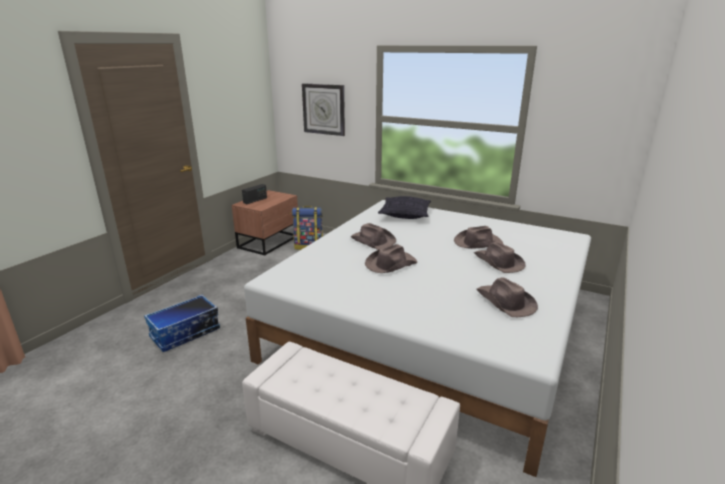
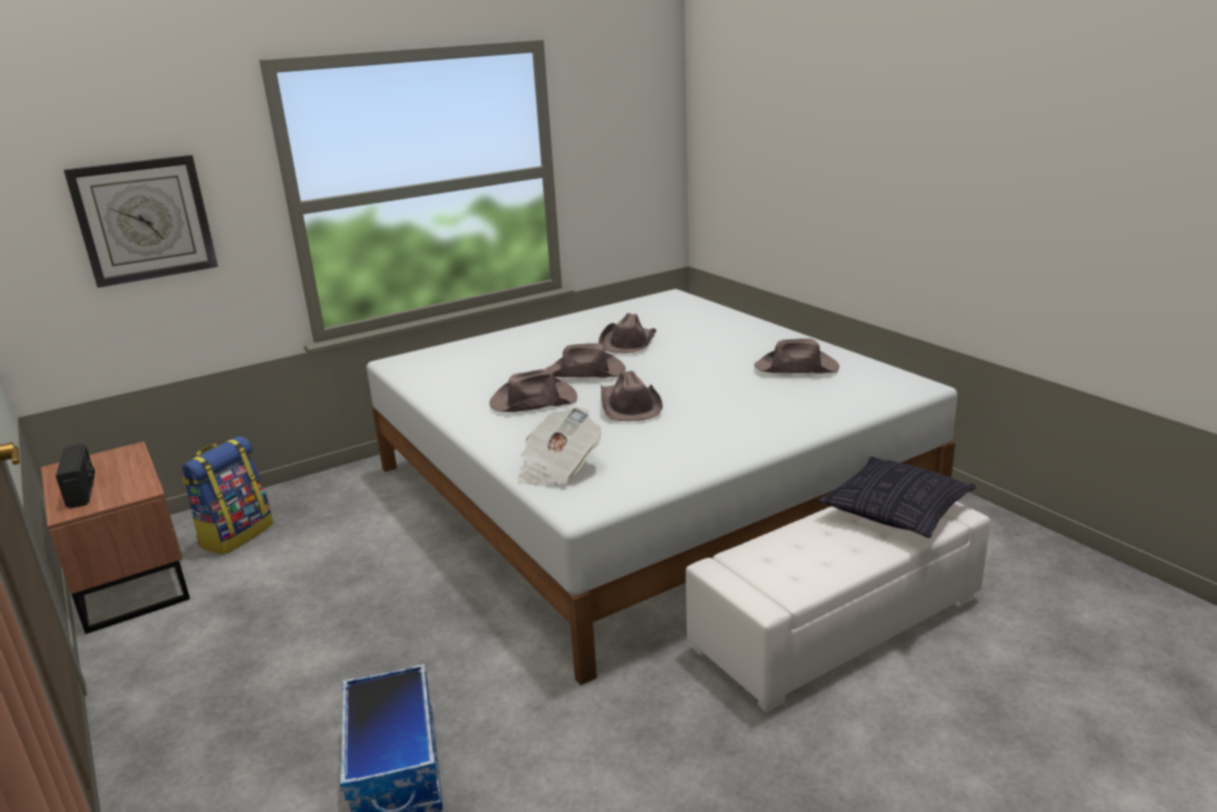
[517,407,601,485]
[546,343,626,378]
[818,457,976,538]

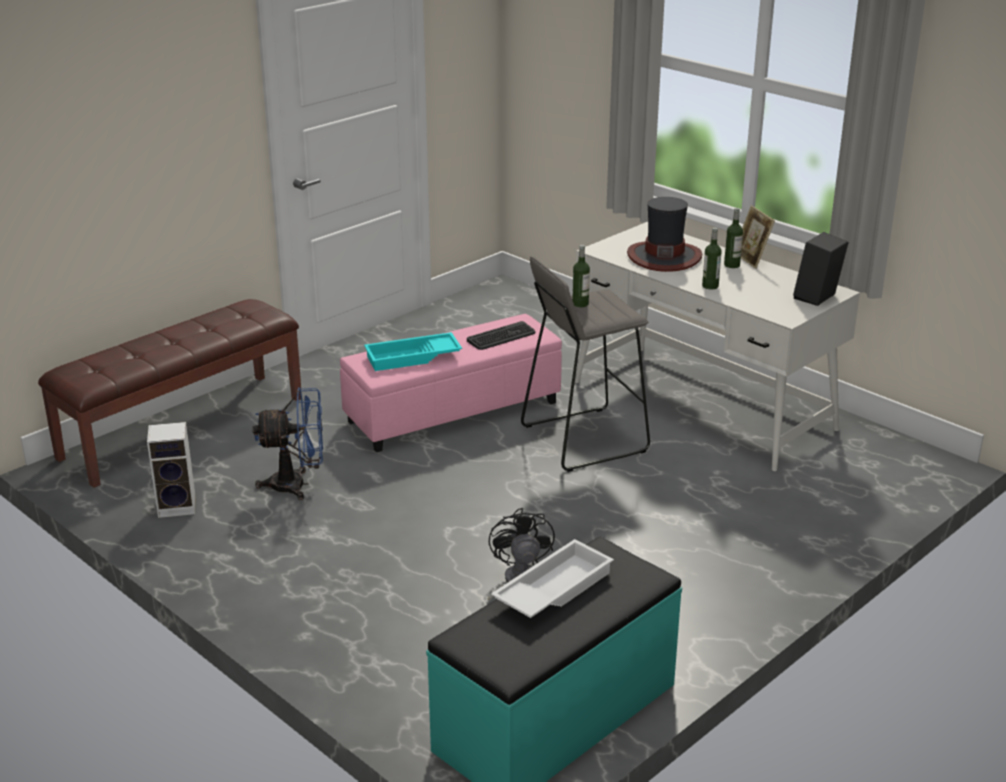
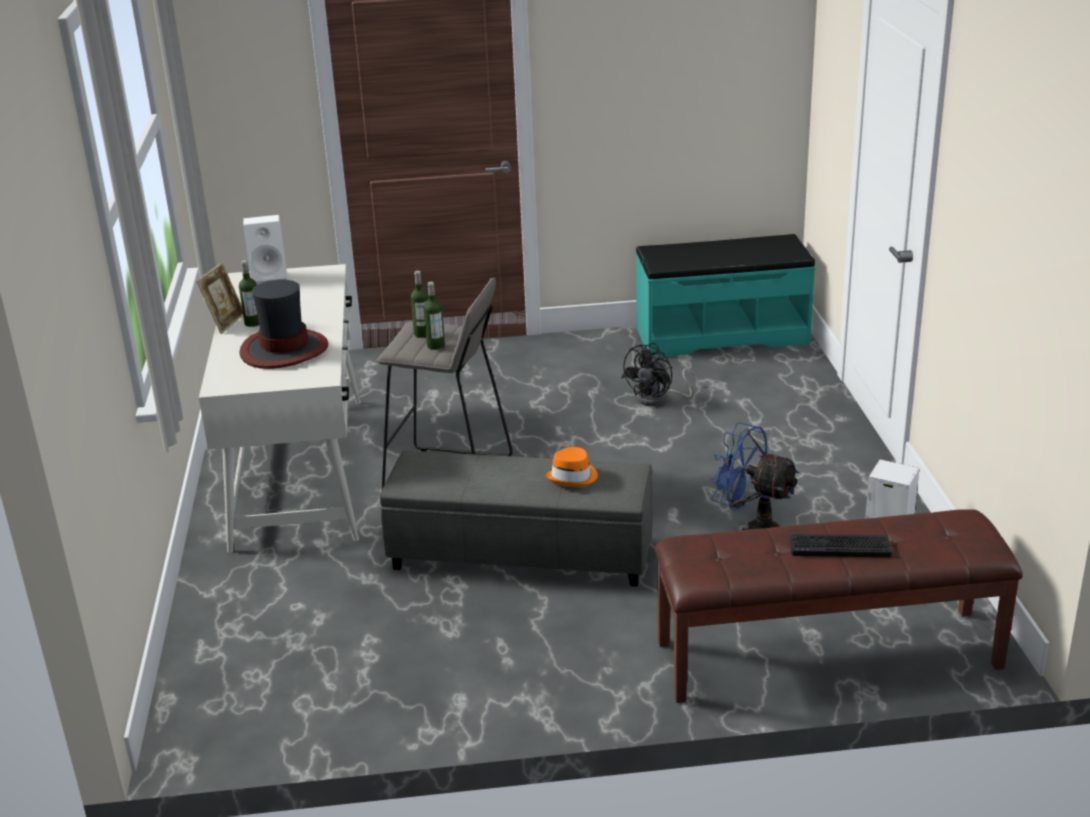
[243,215,287,285]
[380,451,653,586]
[411,271,429,338]
[545,447,598,487]
[789,534,892,557]
[491,539,614,618] (first image)

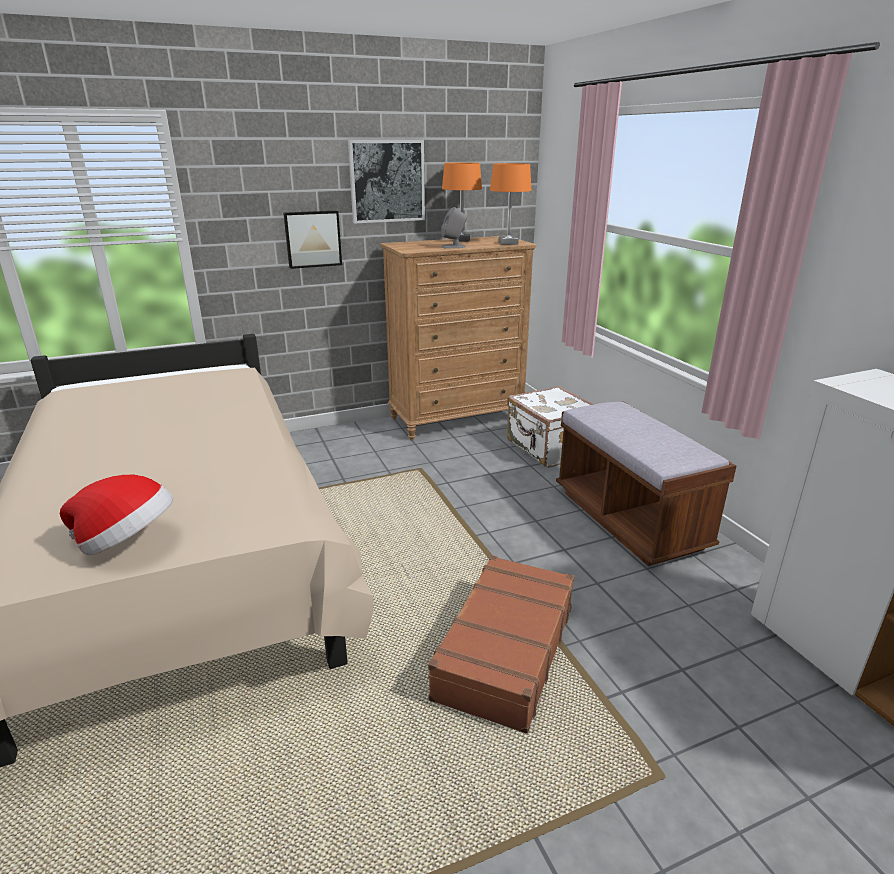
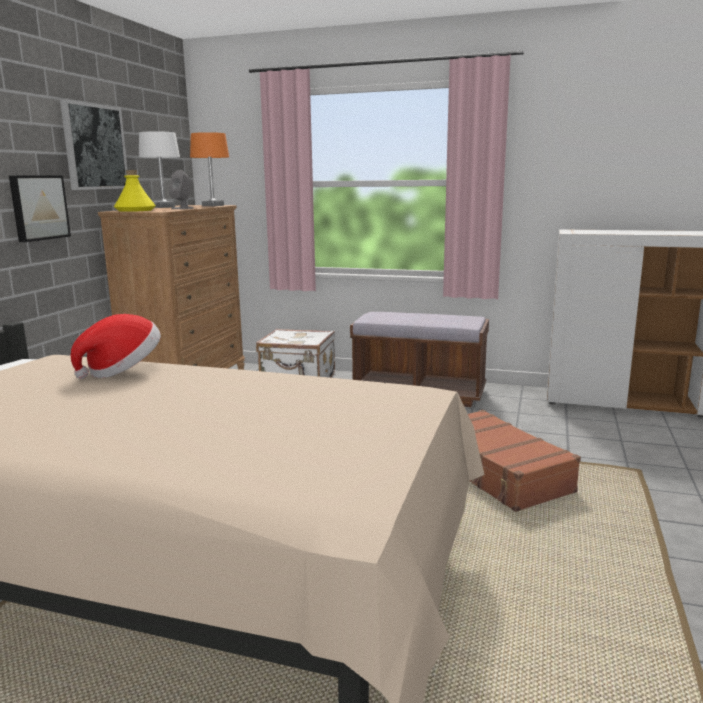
[71,314,161,379]
[114,170,156,212]
[139,131,180,208]

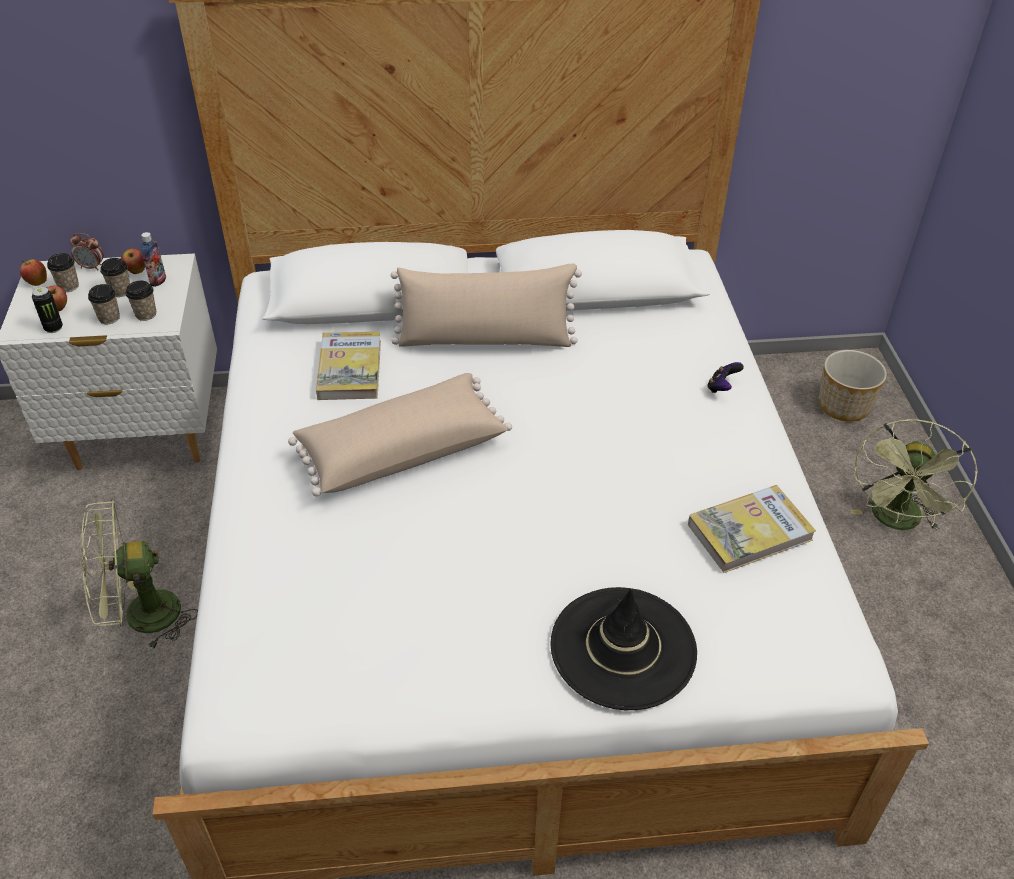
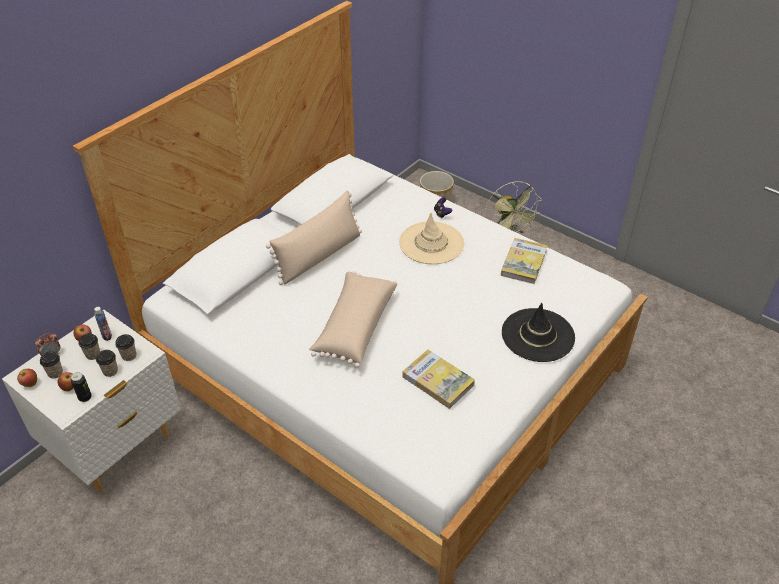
[399,213,464,264]
[402,350,475,409]
[81,499,198,650] (first image)

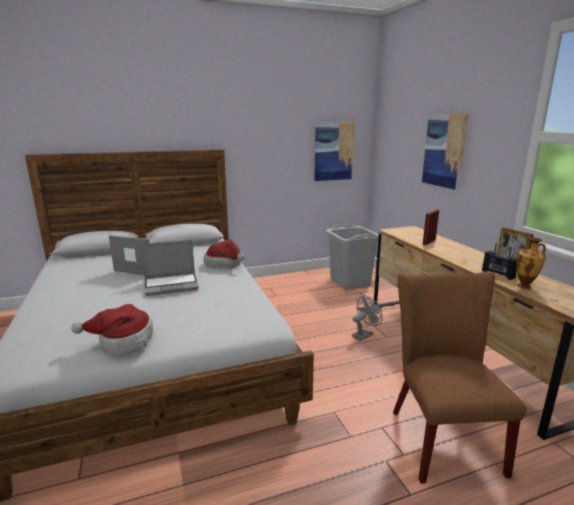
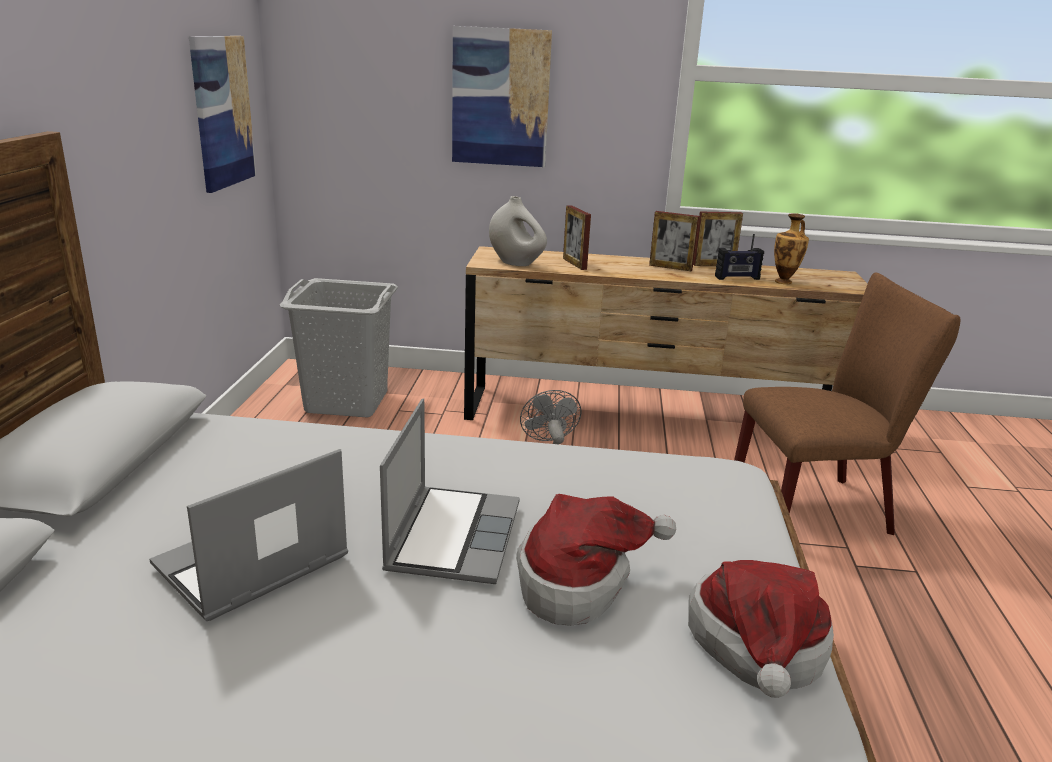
[489,196,547,266]
[516,494,676,626]
[649,211,699,271]
[734,272,960,535]

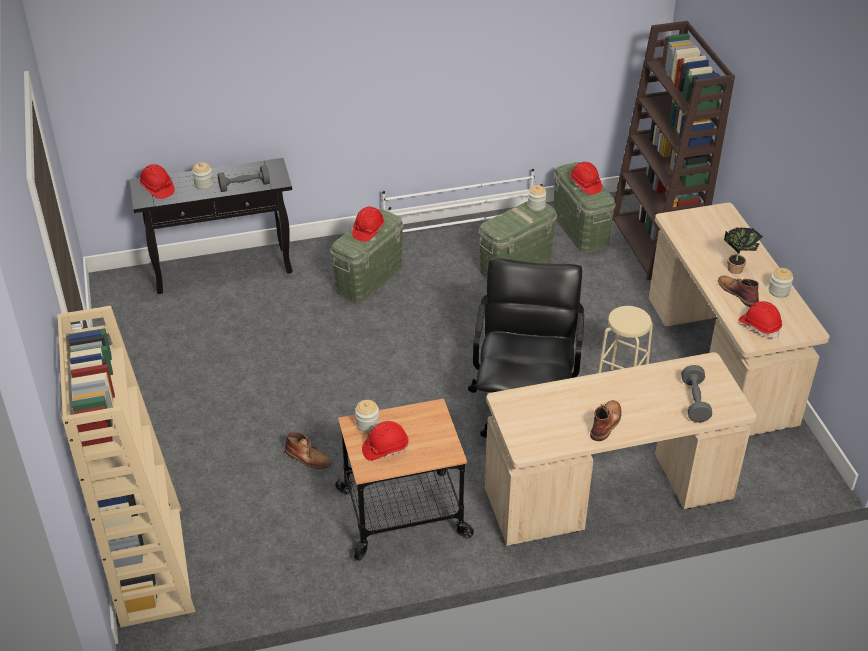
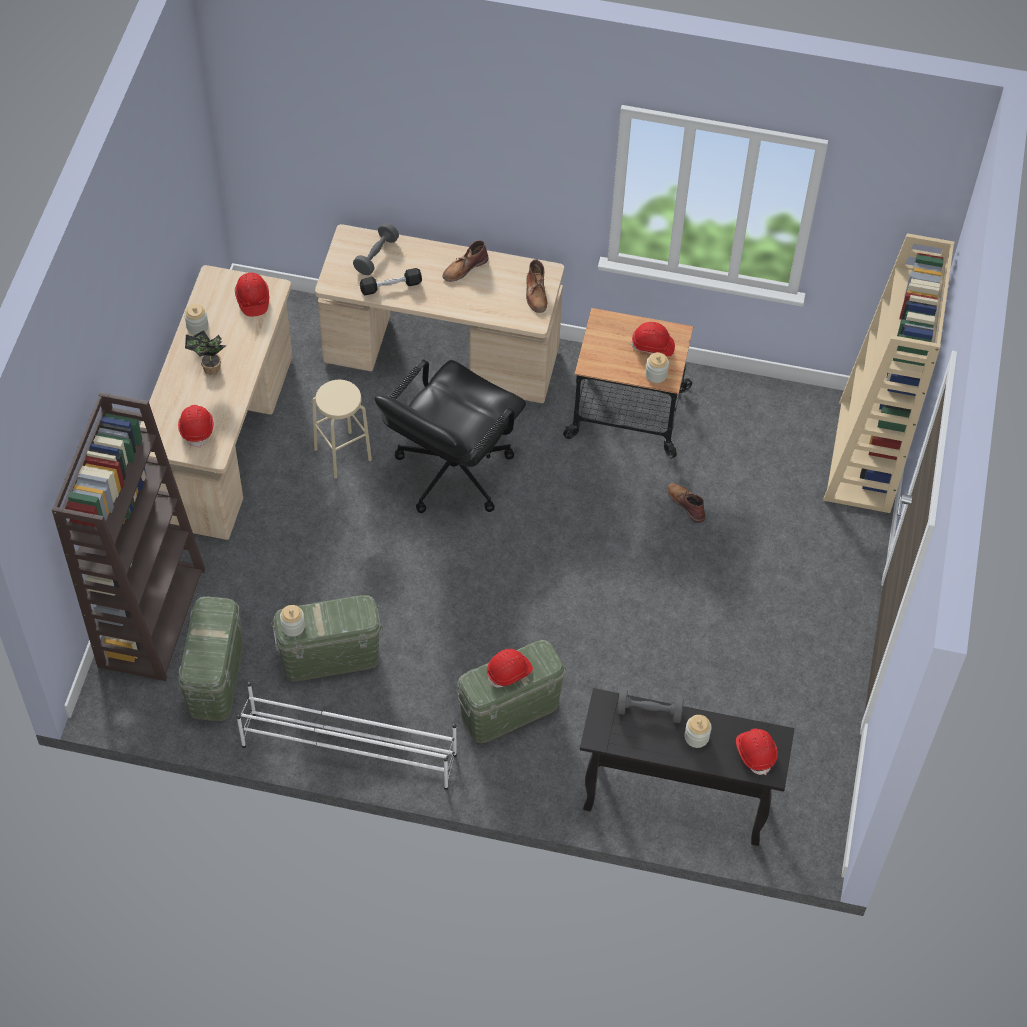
[178,405,213,448]
[360,268,422,295]
[526,259,547,313]

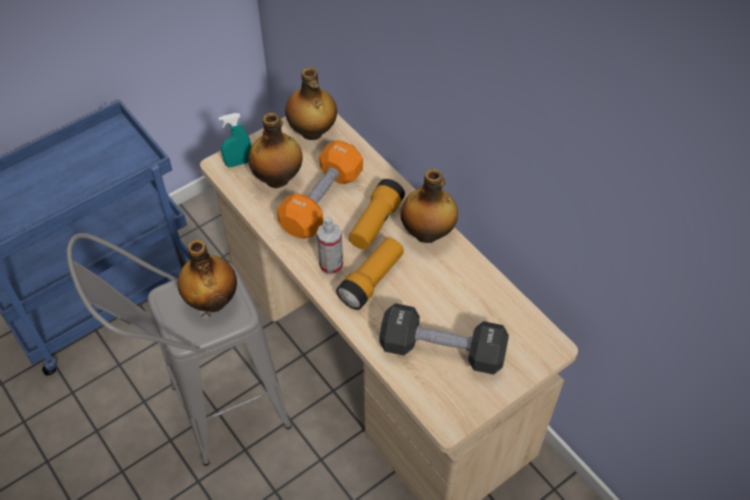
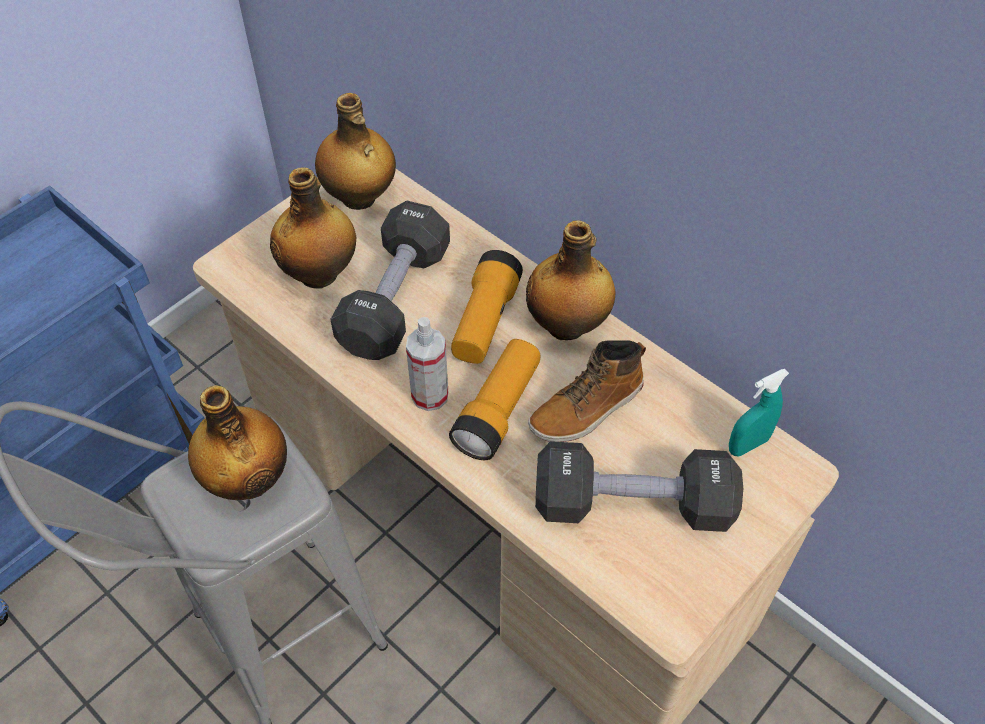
[330,201,450,360]
[528,340,646,442]
[729,369,789,456]

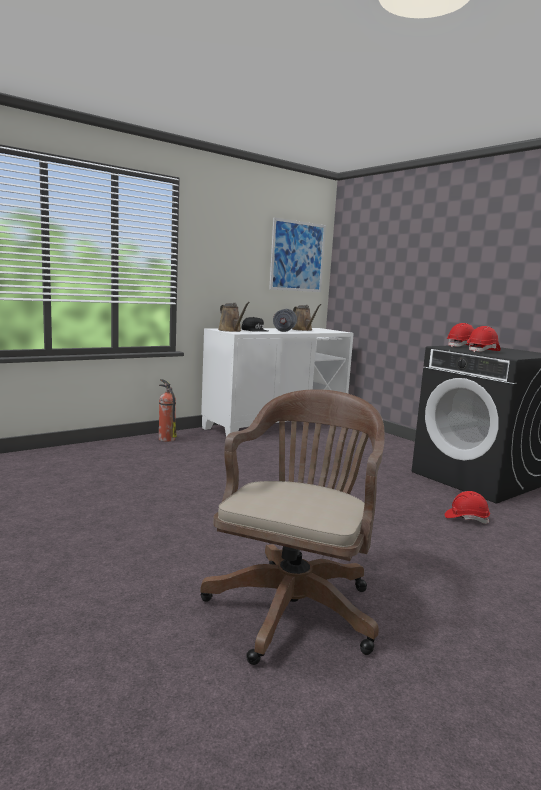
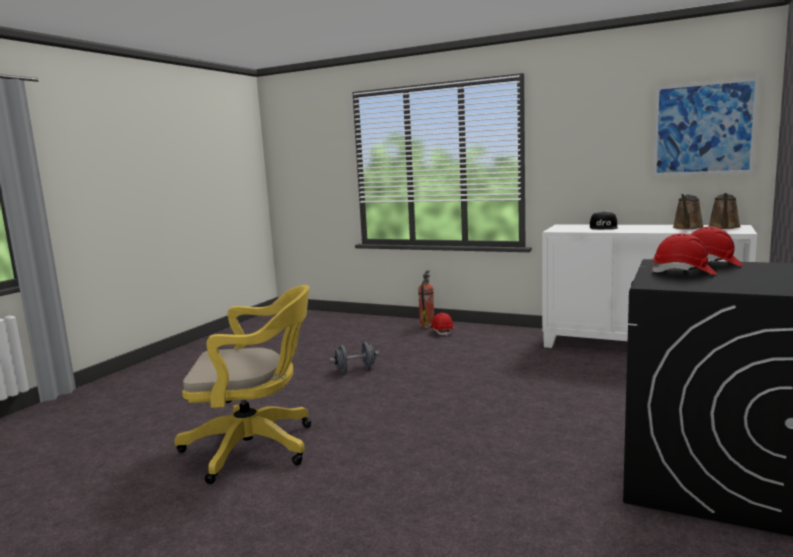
[174,285,311,484]
[330,342,379,373]
[418,270,434,328]
[431,313,454,336]
[708,193,741,229]

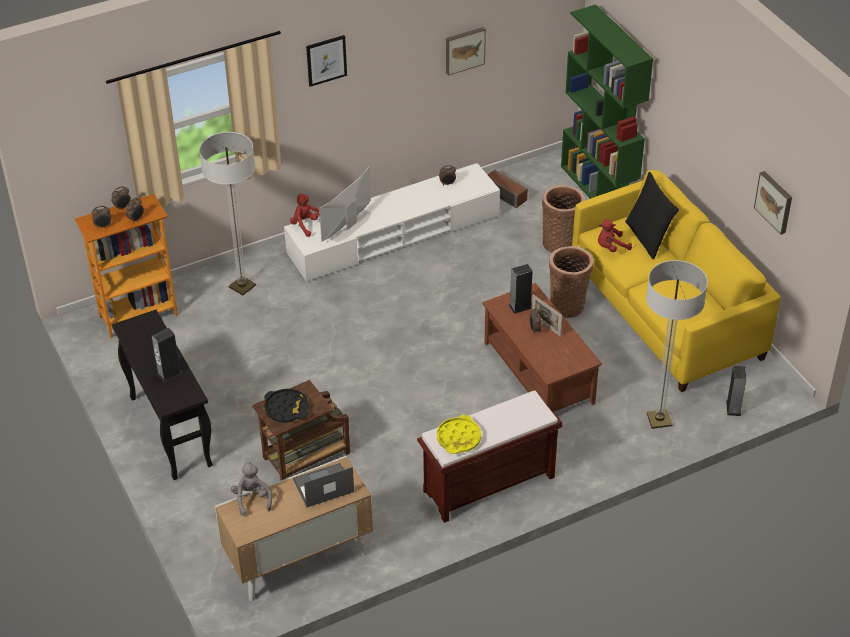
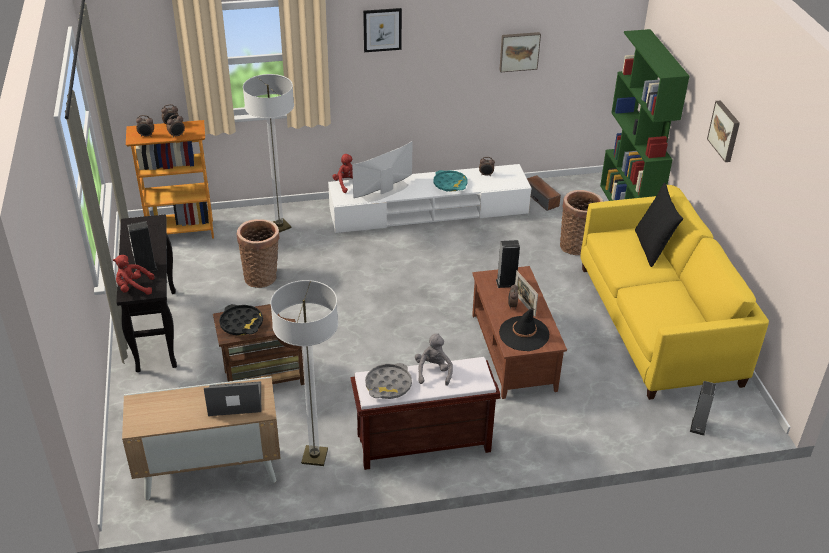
[113,255,155,295]
[236,219,279,288]
[271,280,338,466]
[365,363,412,399]
[415,334,453,386]
[434,170,467,192]
[499,308,549,351]
[707,100,740,162]

